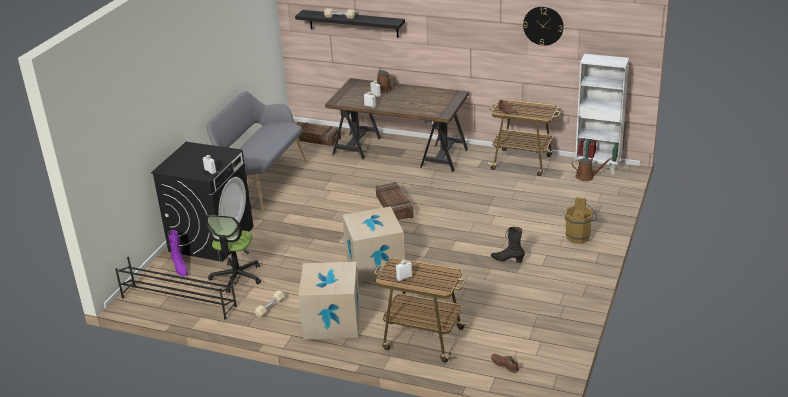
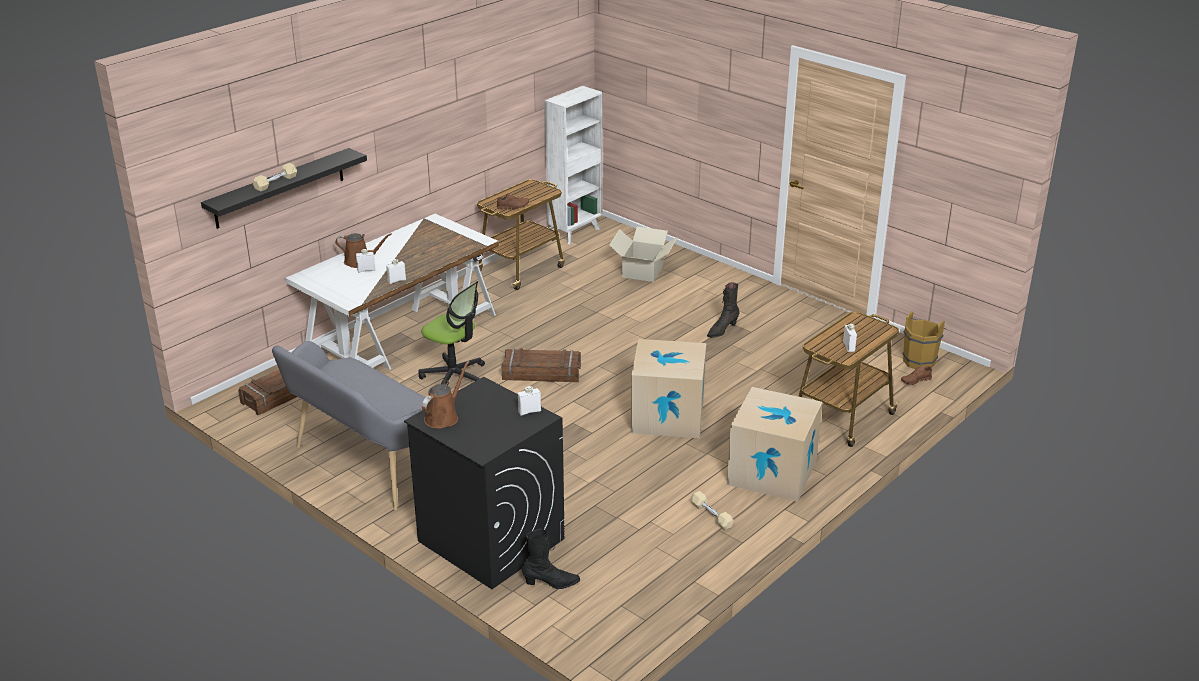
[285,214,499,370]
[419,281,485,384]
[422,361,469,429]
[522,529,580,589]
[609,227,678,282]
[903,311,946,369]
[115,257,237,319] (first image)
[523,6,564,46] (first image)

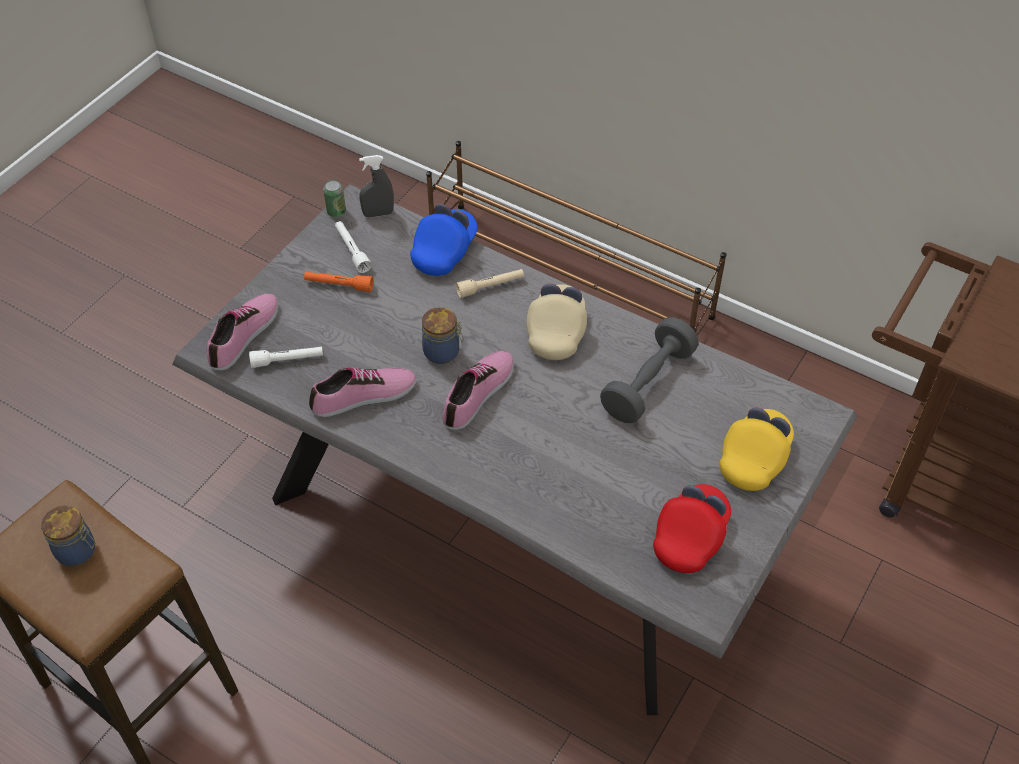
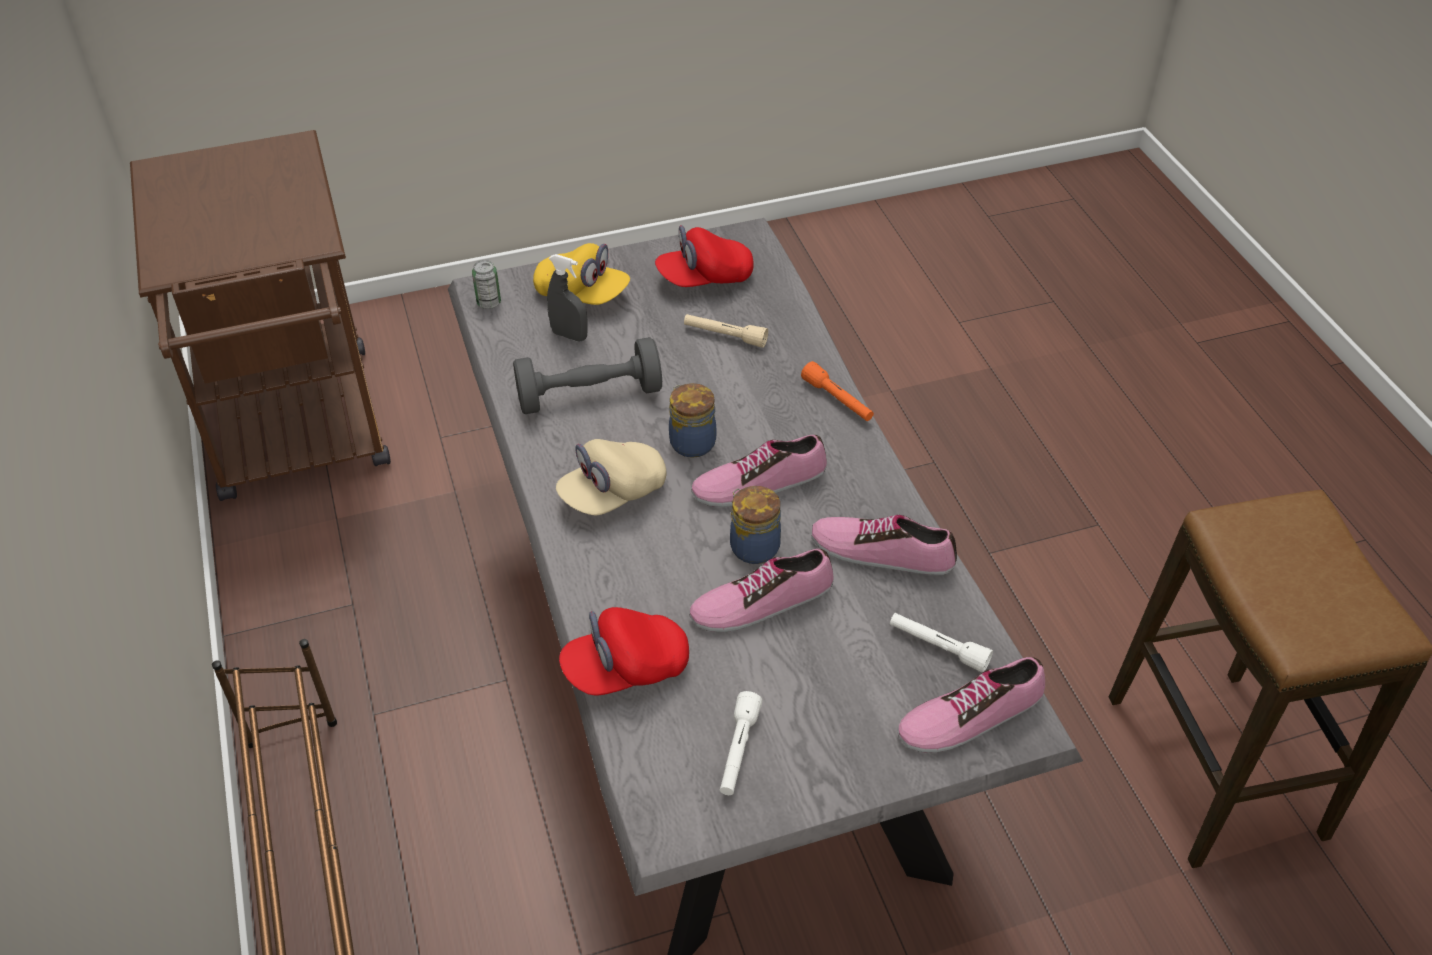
[472,260,501,309]
[533,243,630,305]
[547,254,588,341]
[559,607,689,695]
[669,383,716,458]
[684,314,768,348]
[690,549,834,632]
[801,361,874,421]

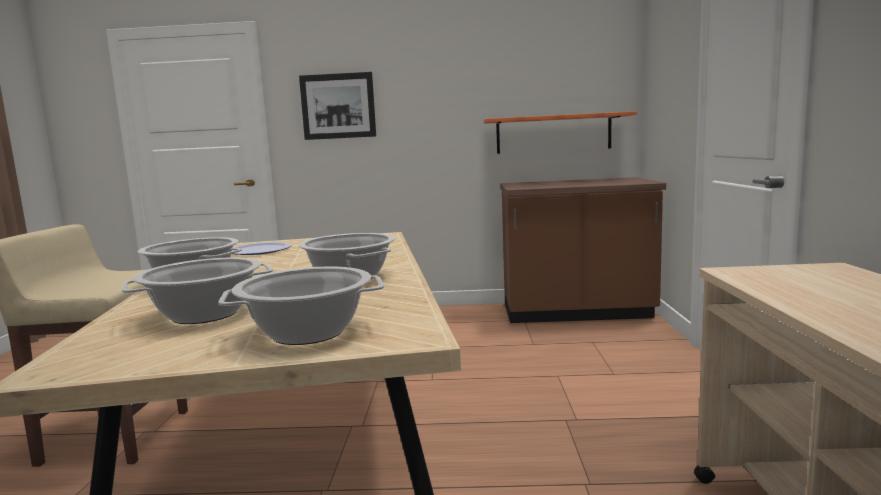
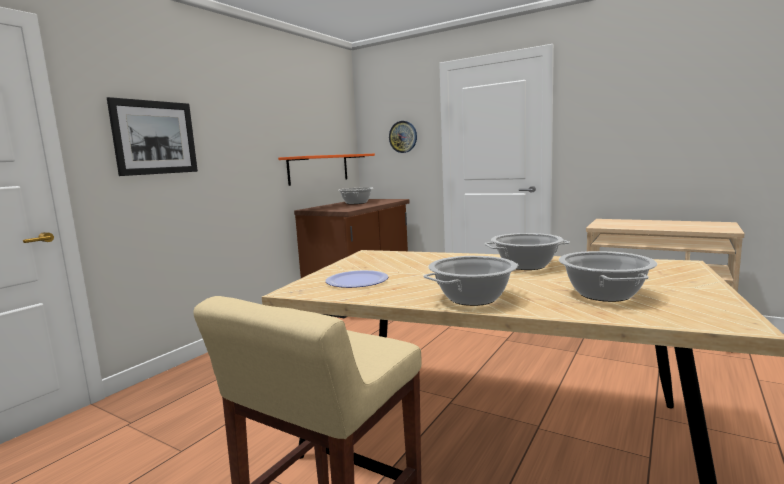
[338,187,374,204]
[389,121,417,153]

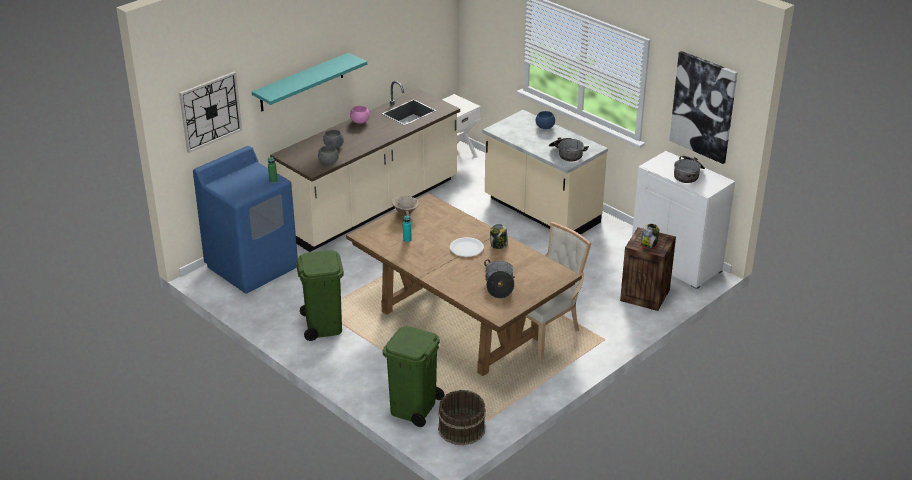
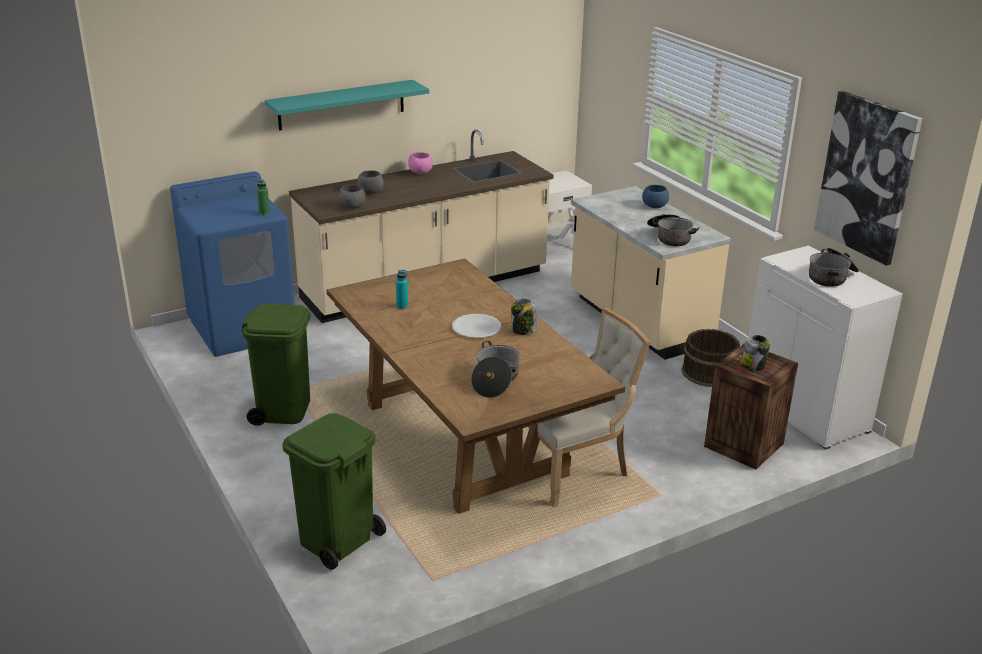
[681,329,740,387]
[179,71,242,153] (first image)
[392,196,419,217] (first image)

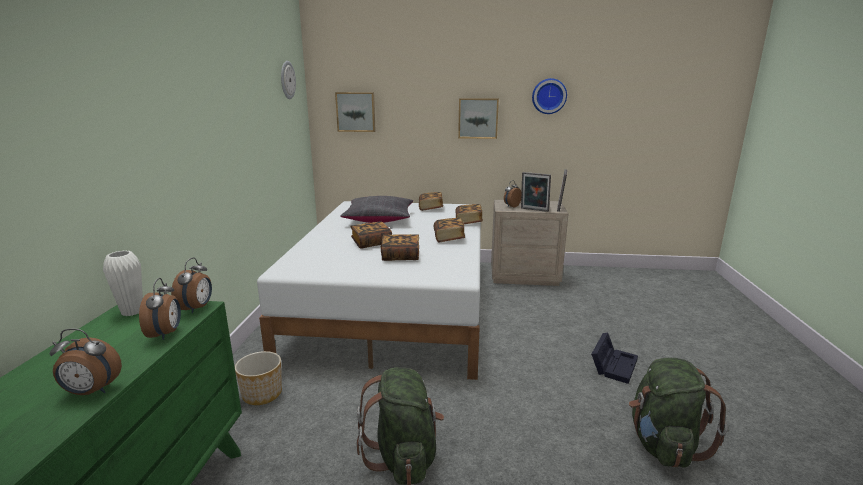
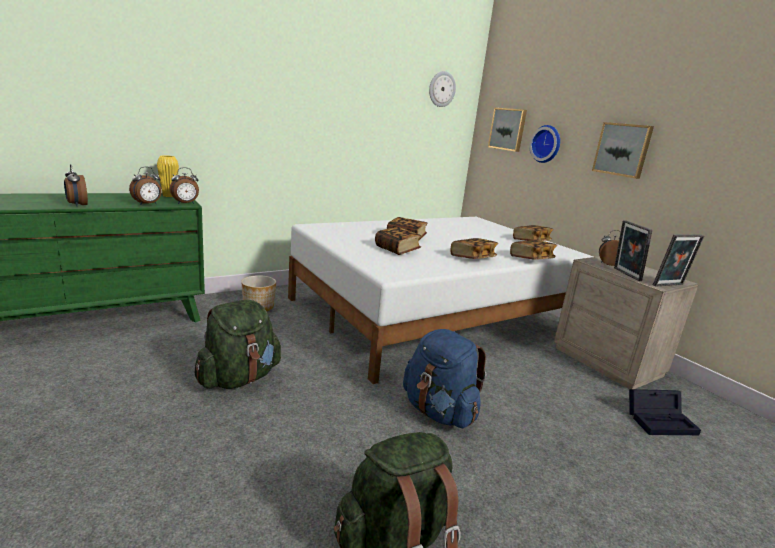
[157,155,179,197]
[403,329,486,428]
[529,125,560,163]
[629,389,701,435]
[340,196,413,223] (first image)

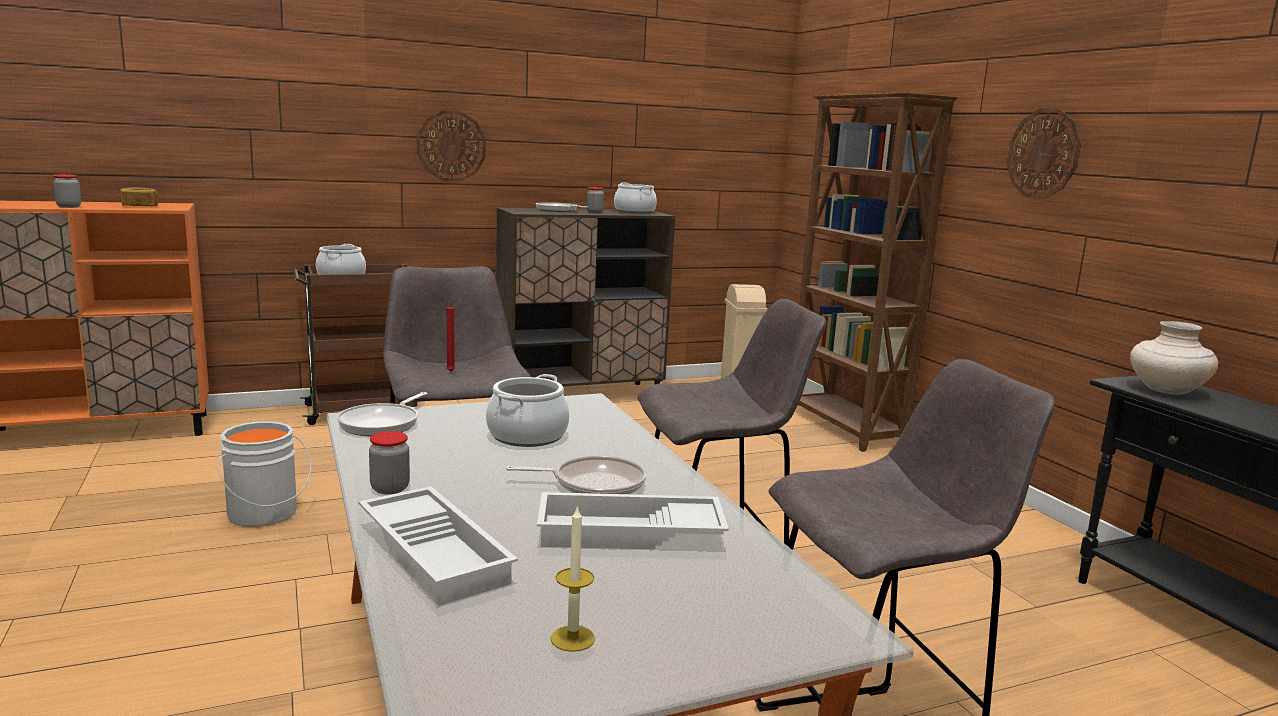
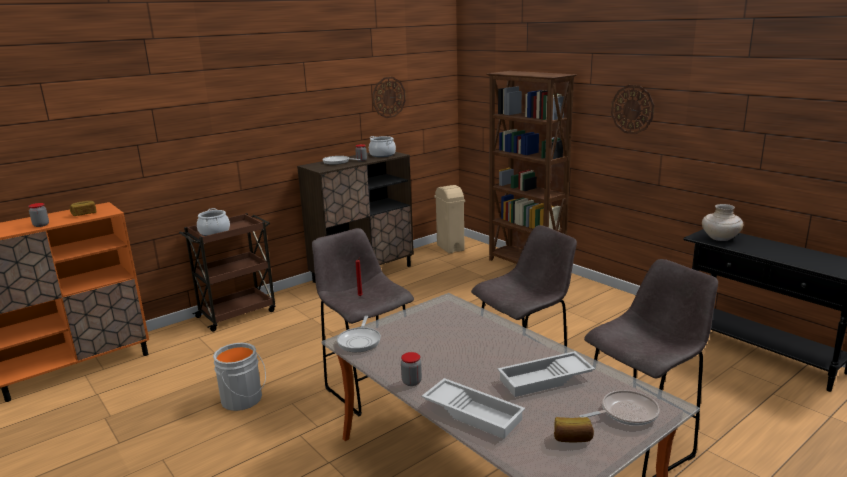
[373,77,406,118]
[554,417,594,443]
[580,390,659,426]
[486,374,569,447] (first image)

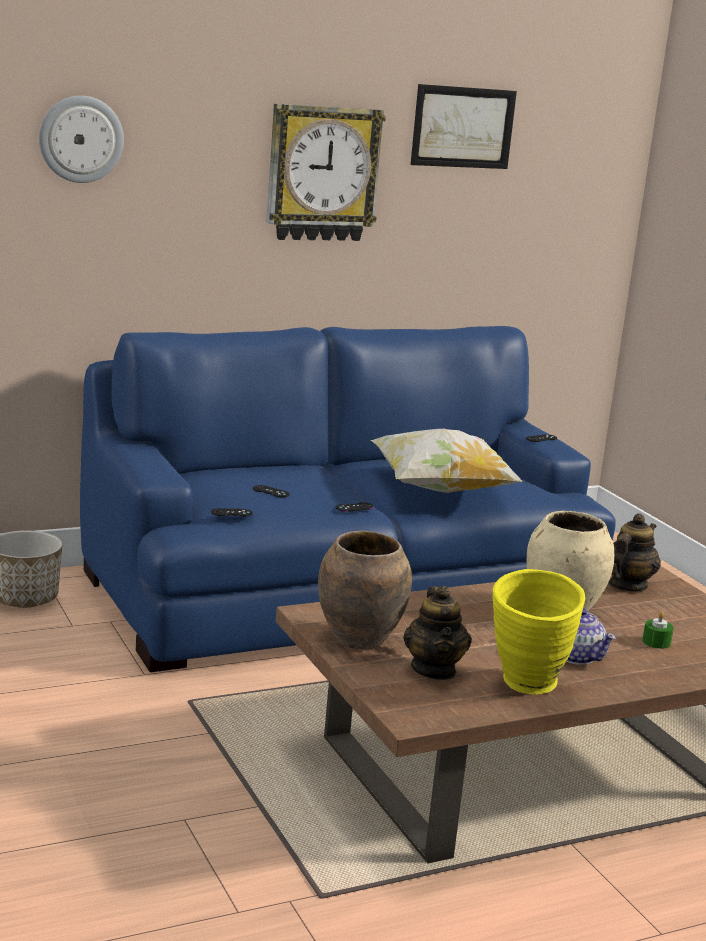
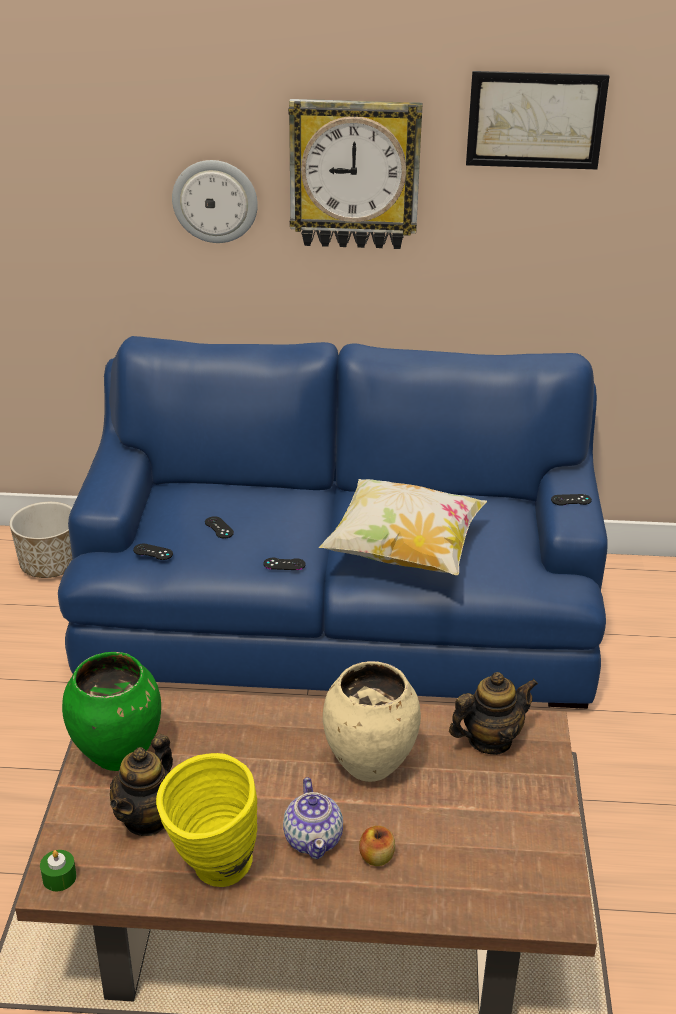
[40,850,76,891]
[62,652,161,771]
[172,160,258,243]
[359,826,395,866]

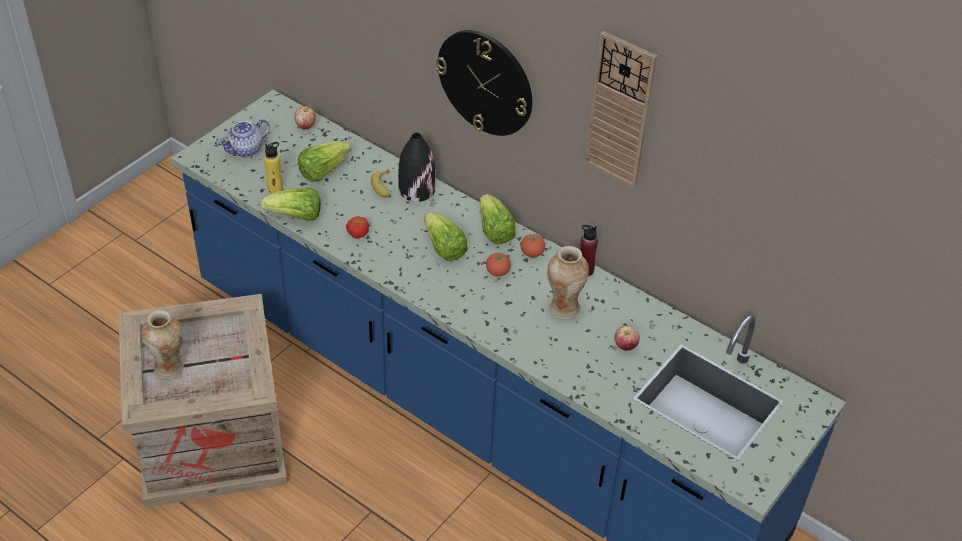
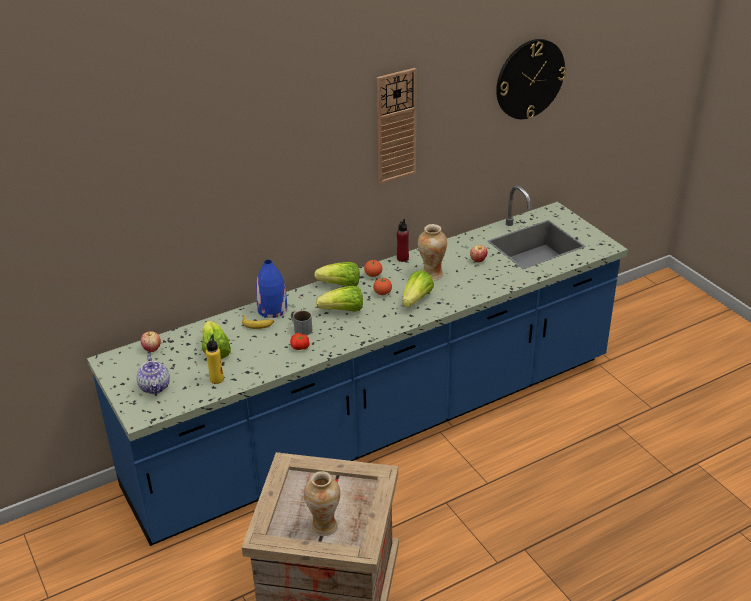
[256,260,287,318]
[291,311,312,335]
[403,270,434,307]
[496,39,566,119]

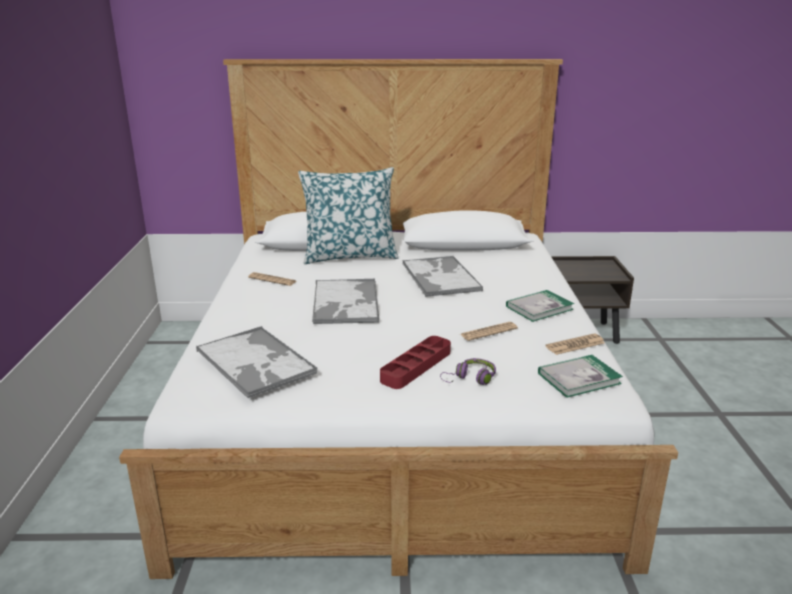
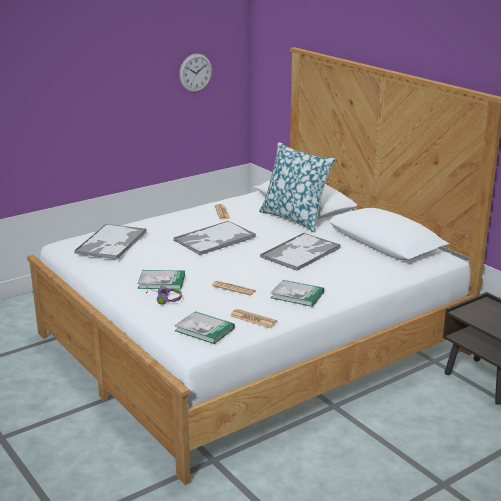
[138,270,185,290]
[179,54,212,92]

